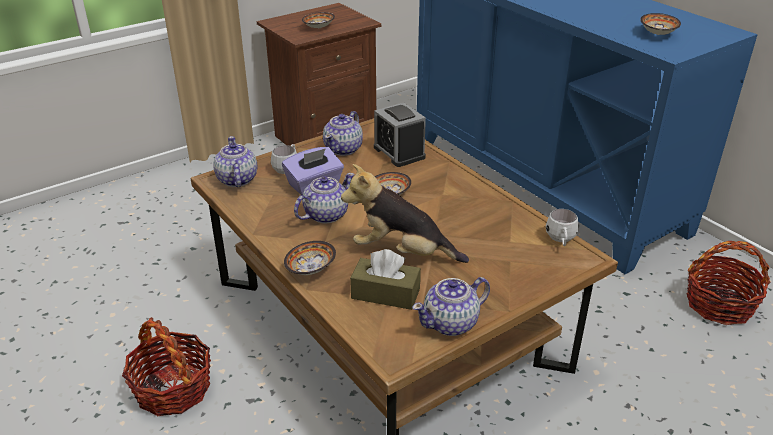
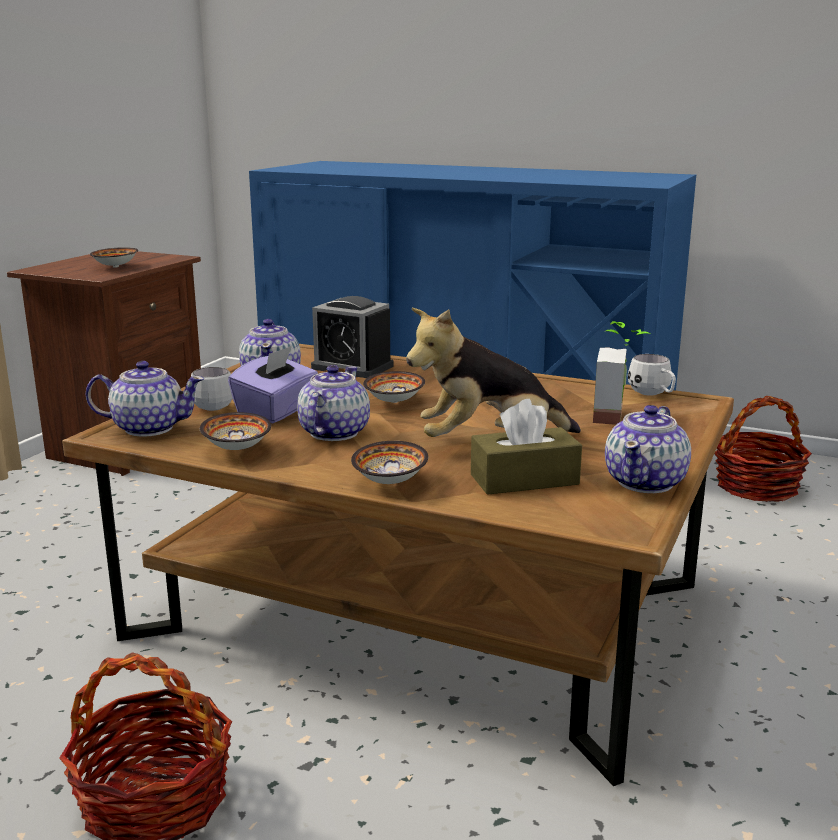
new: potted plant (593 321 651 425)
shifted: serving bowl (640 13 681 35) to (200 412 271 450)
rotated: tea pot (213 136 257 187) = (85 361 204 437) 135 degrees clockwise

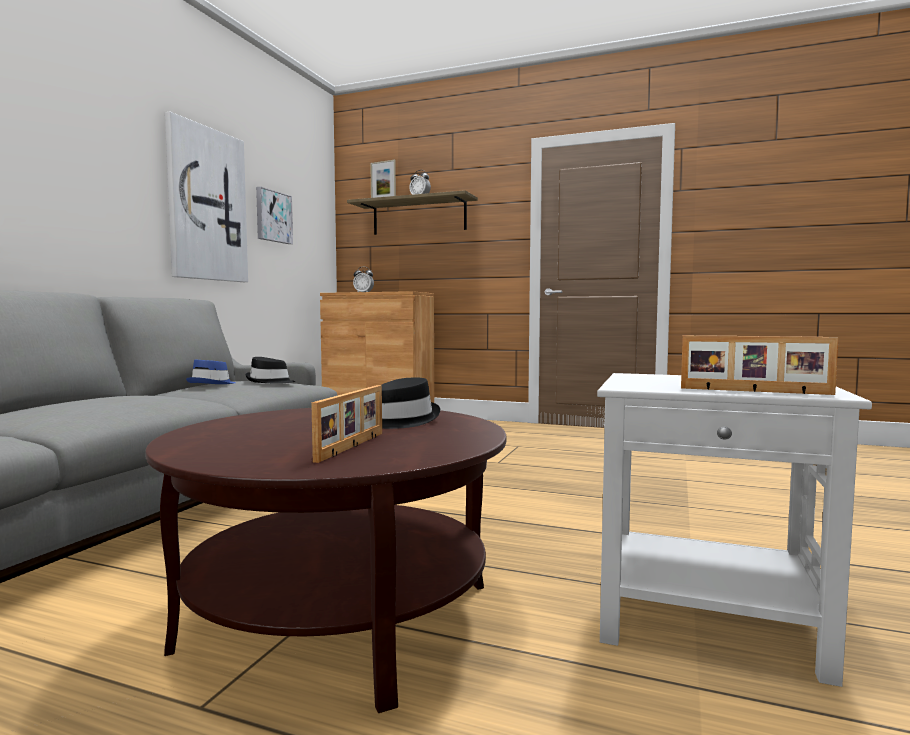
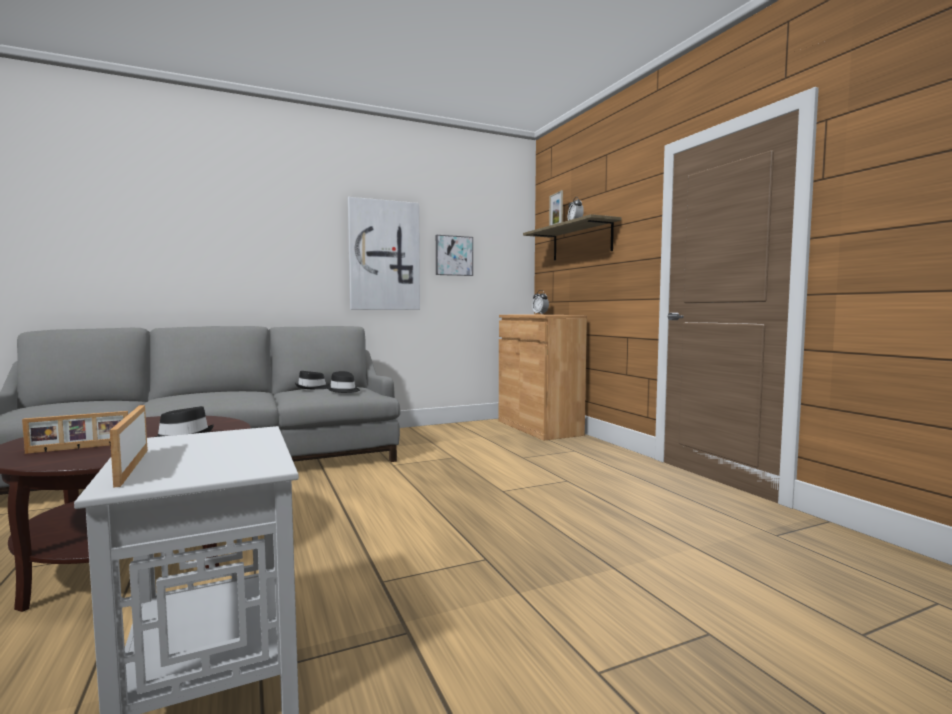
repainted: bluish hat (186 360 236 384) to black hat (295 371 327 389)

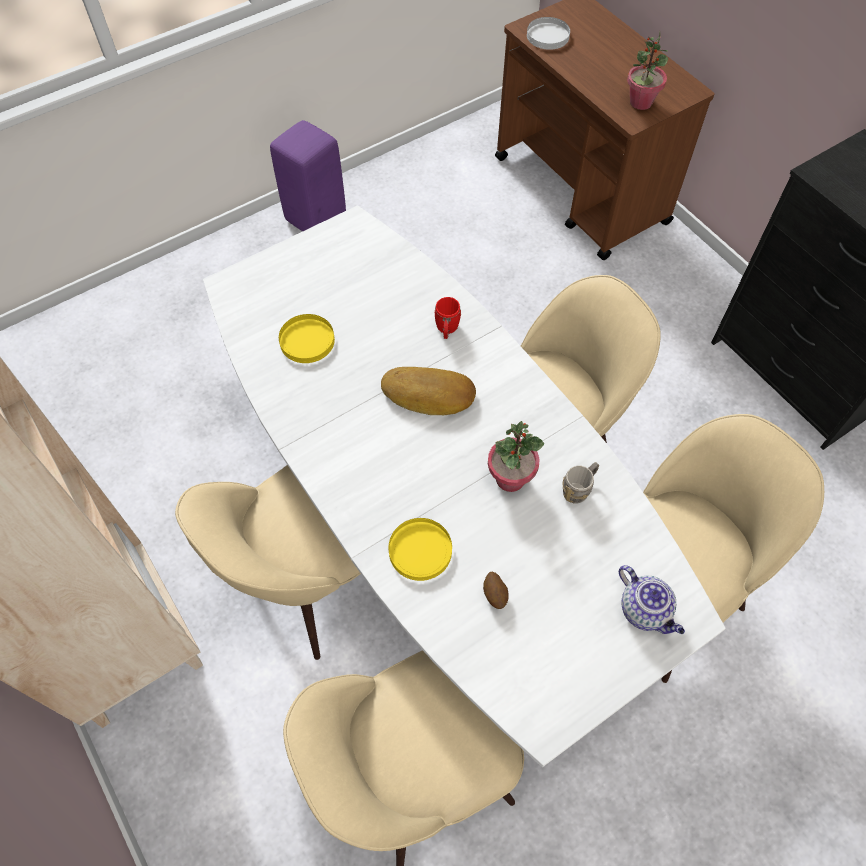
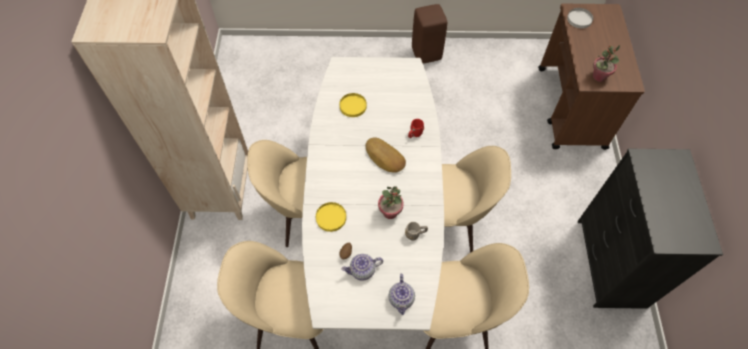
new: tea pot (341 254 383 281)
repainted: purple-coloured stool (270 120 346 232) to brown-coloured stool (412 4 447 64)

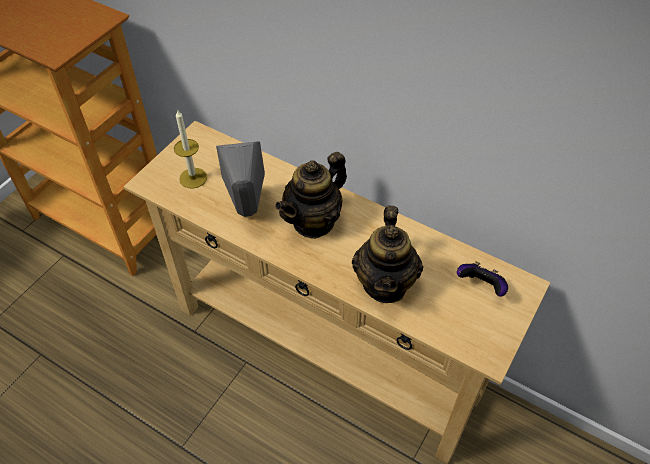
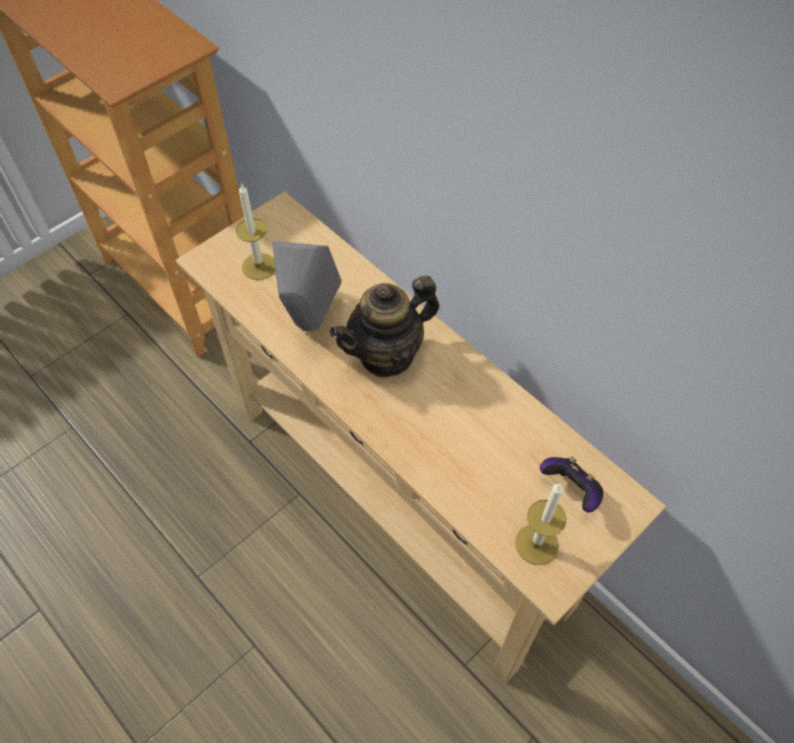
gone: tea pot (352 205 423 303)
new: candle (515 484 567 565)

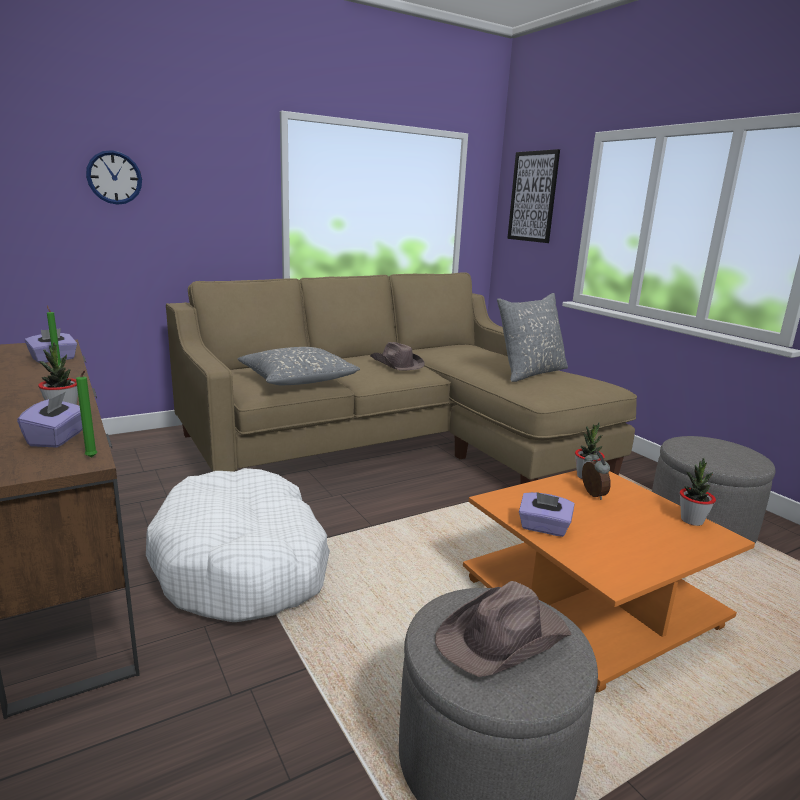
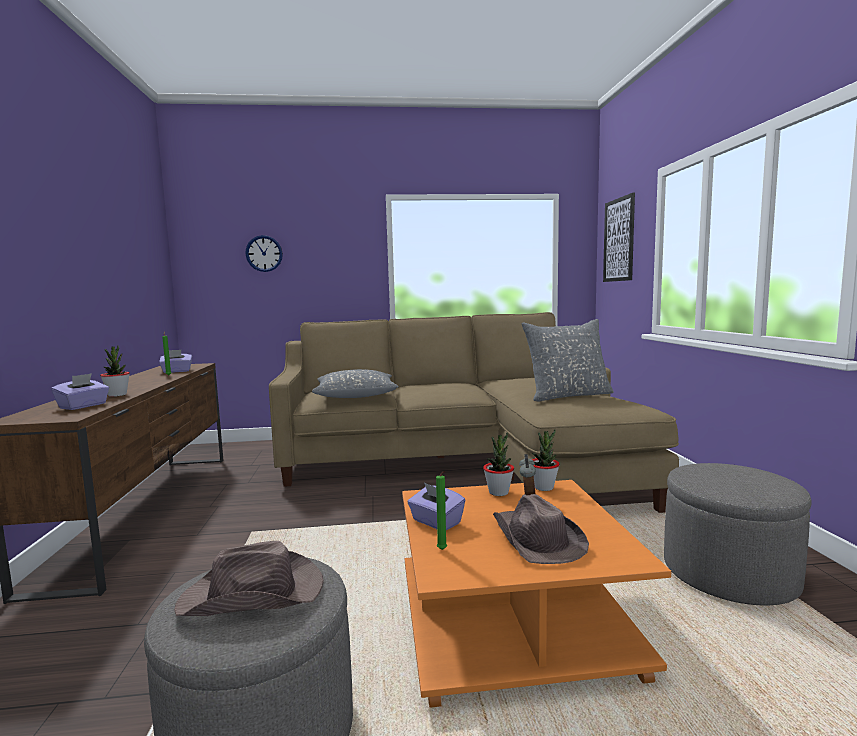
gone: white dog bed (146 468 330 622)
shifted: green candle (76 370 97 458) to (436 471 447 550); brown-coloured hat (370 342 425 370) to (493 494 589 564); potted plant (680 458 716 526) to (483 432 514 496)

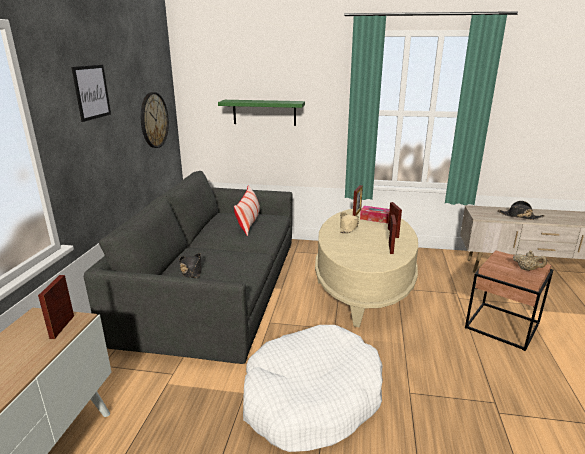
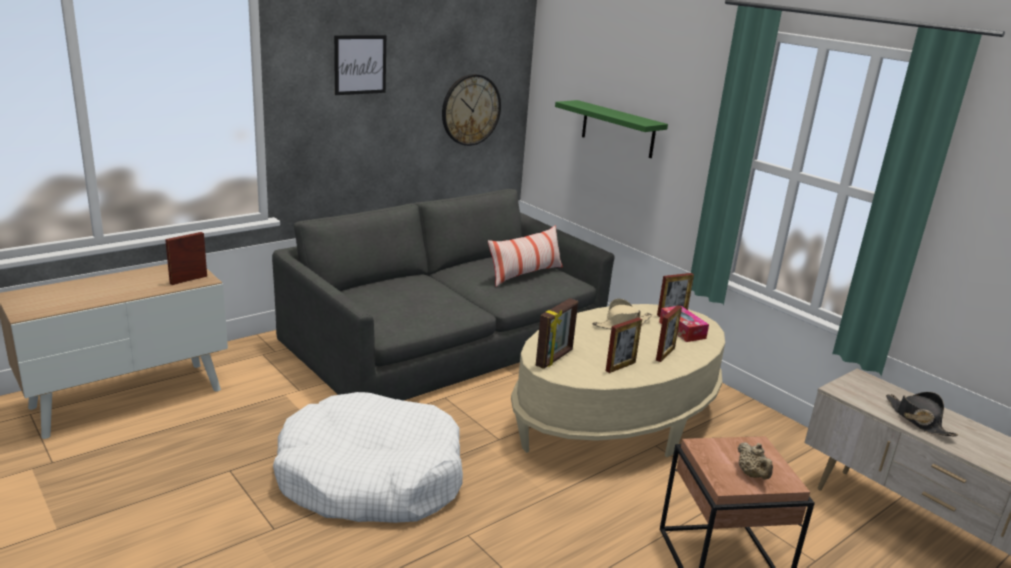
gone: black hat (179 253 202 278)
new: photo frame (536 298 578 369)

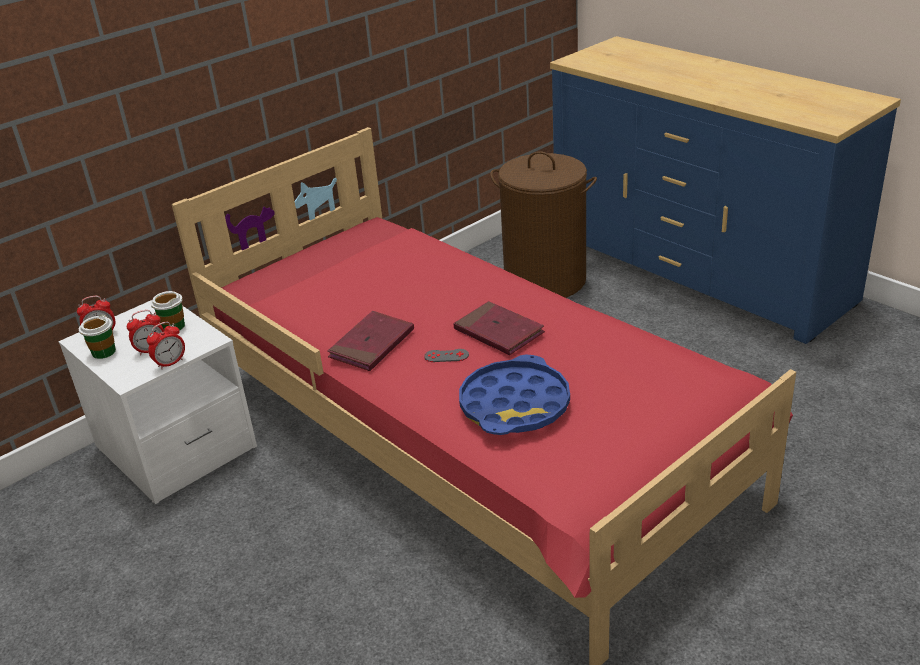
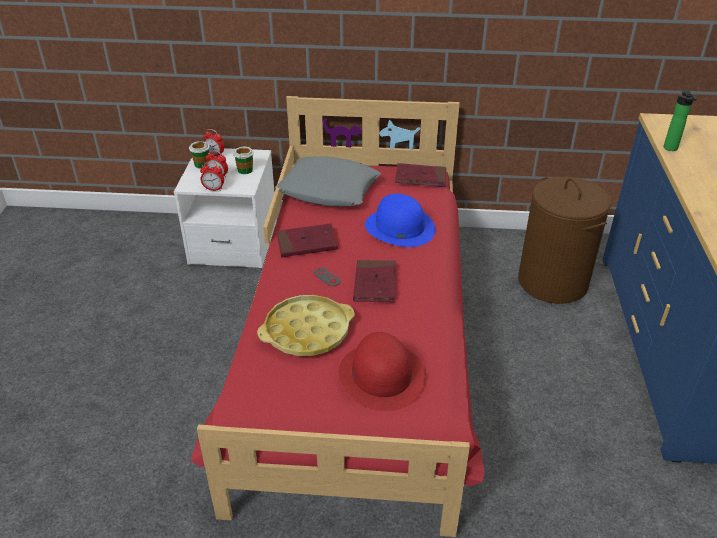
new: grey throw pillow (275 156 381 207); reddish hat (339 332 426 411); bluish hat (365 194 435 247); reddish volume (395 163 446 187); drink bottle (663 89 697 151)
repainted: bluish carrying tray (459 355 570 435) to yellowish carrying tray (257 295 355 356)

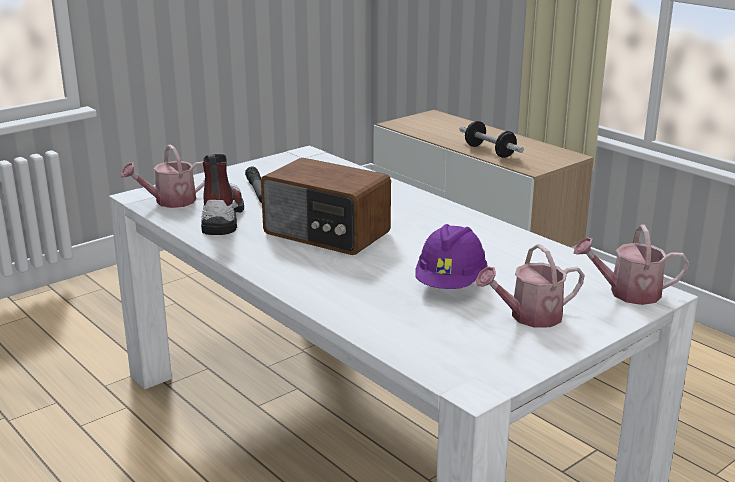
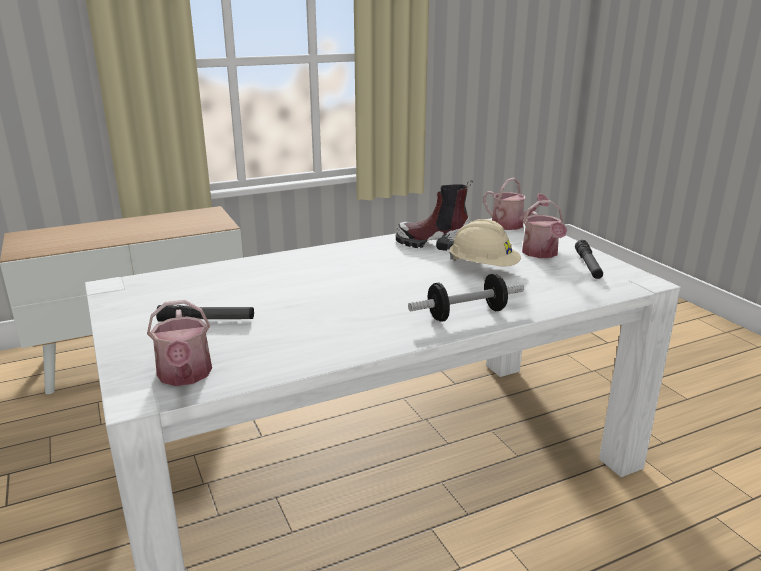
gone: radio receiver (261 158 391 255)
new: hand torch (575 240 603 279)
shifted: boot (201 154 244 235) to (396 180 473 251); free weight (459 121 524 158) to (408 274 524 322)
repainted: purple-coloured hard hat (415 224 488 289) to sand-coloured hard hat (449 219 521 267)
rotated: watering pot (573 225 690 305) = (483 178 549 230) 60 degrees counterclockwise

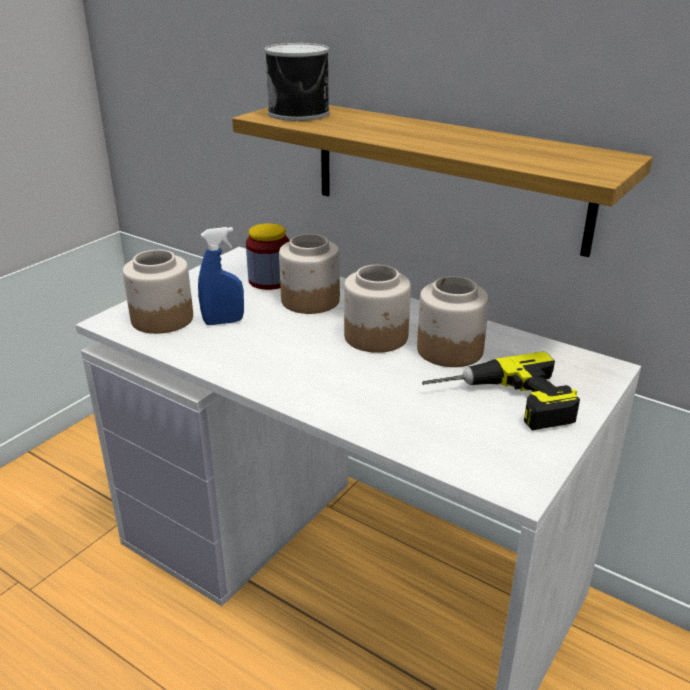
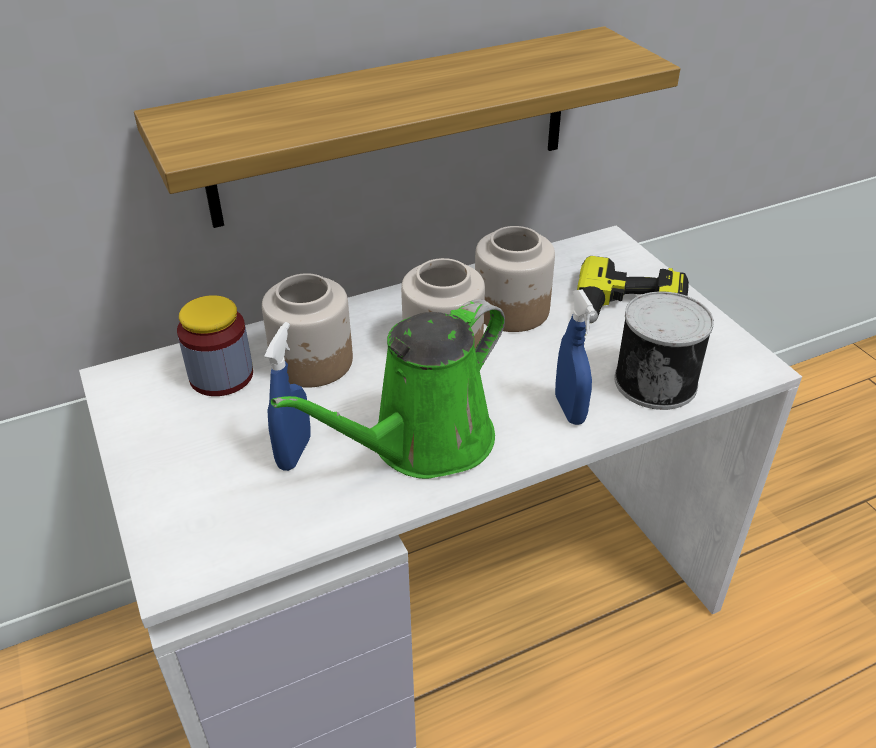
gone: jar (123 250 193 334)
new: green watering pot (271 299 505 479); bluish hand sprayer (555 289 596 425)
shifted: sealed can (265 43 330 121) to (614 291 714 410)

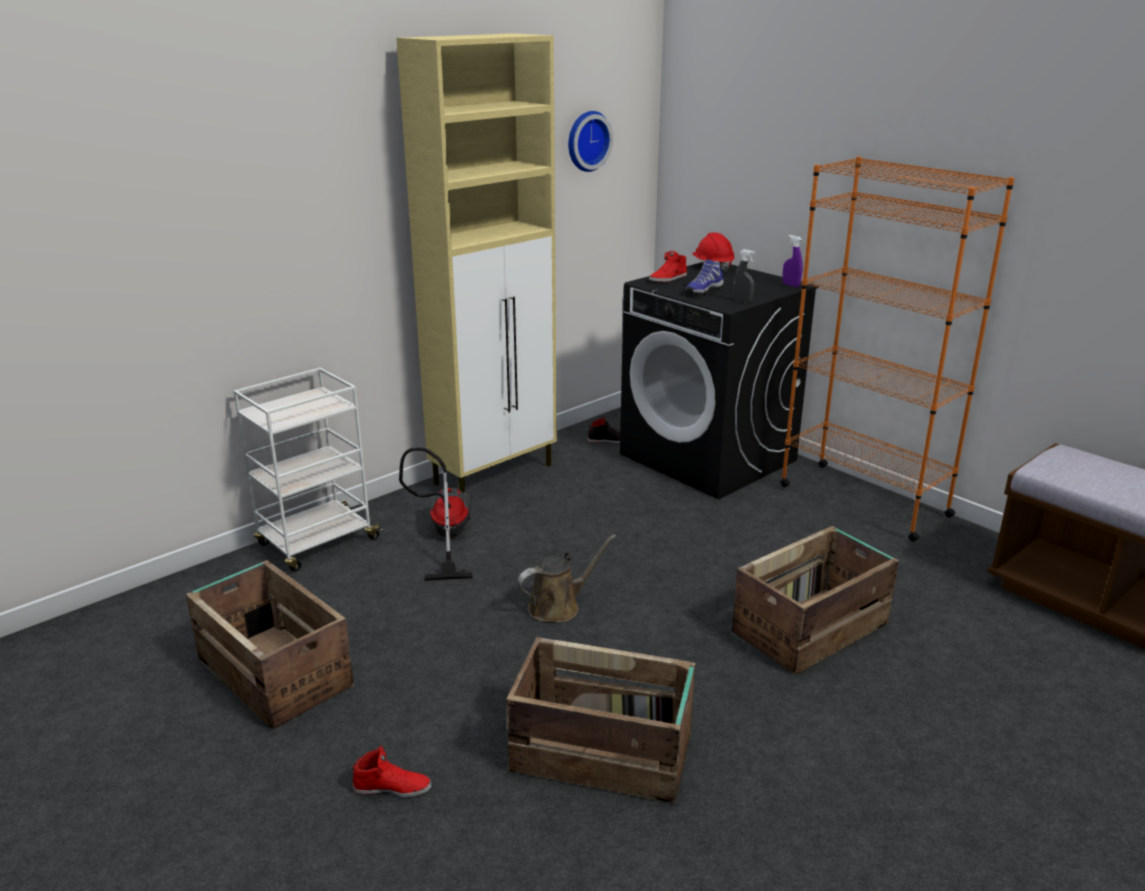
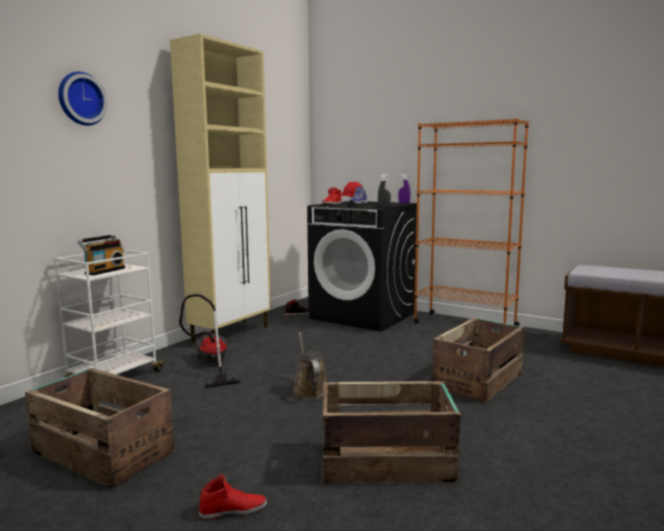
new: radio receiver (77 234 125 275)
shifted: wall clock (568 111 613 172) to (58 72 108 126)
rotated: brown-coloured watering pot (517 534 616 622) = (293 332 327 399) 60 degrees counterclockwise

